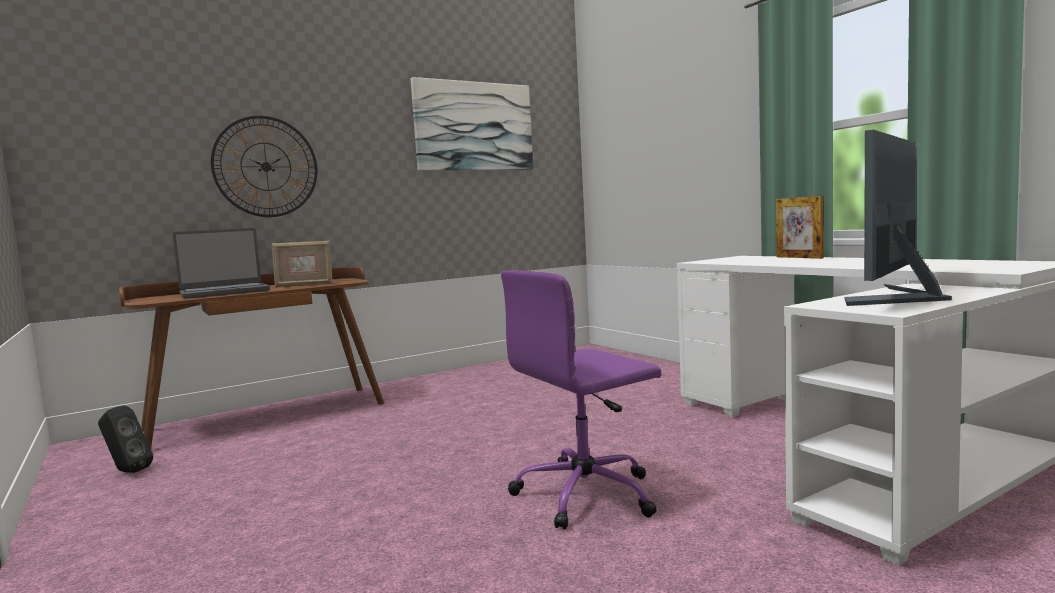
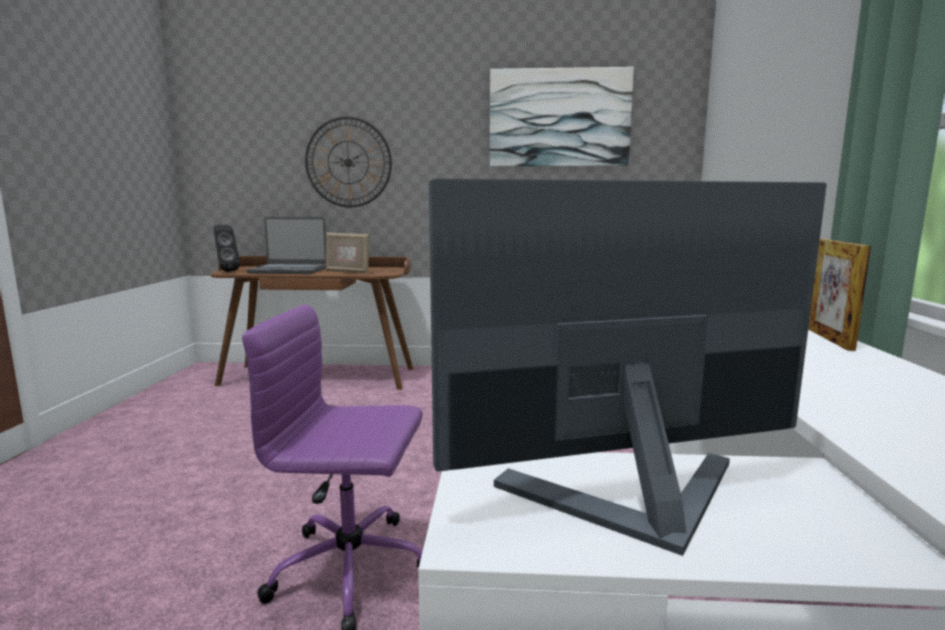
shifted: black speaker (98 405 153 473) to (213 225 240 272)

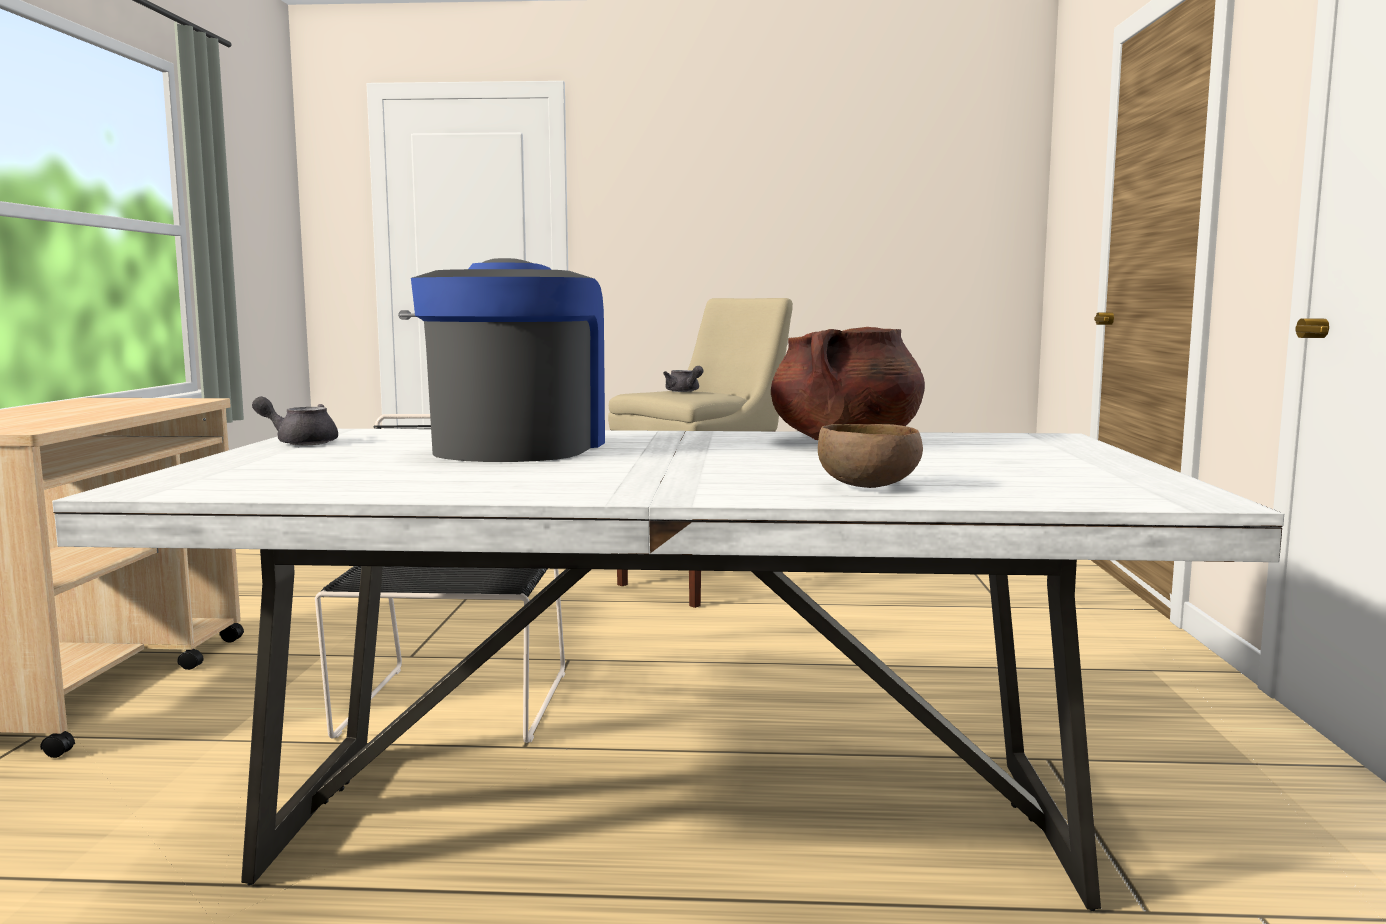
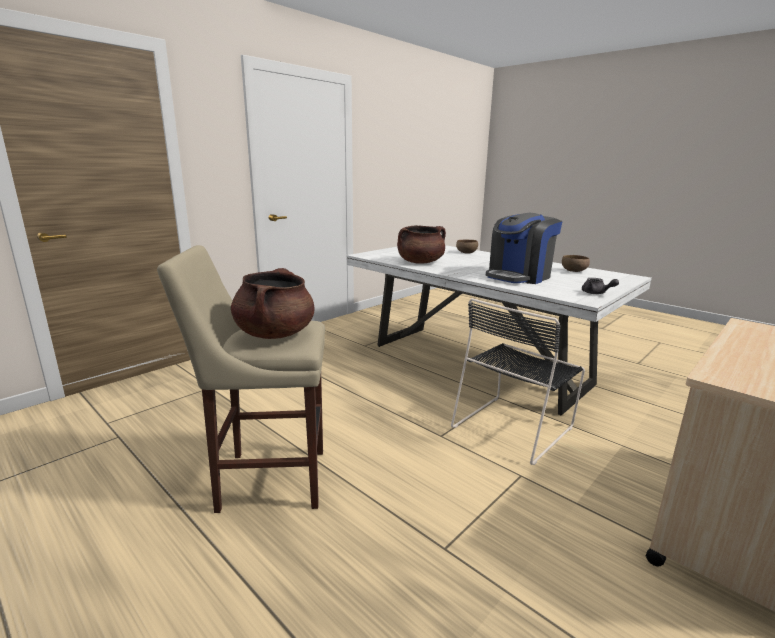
new: brown-coloured serving bowl (562 255 590 272)
swapped: grey tea pot (663 366 703 392) to brown-coloured saucepot (231 268 314 339)

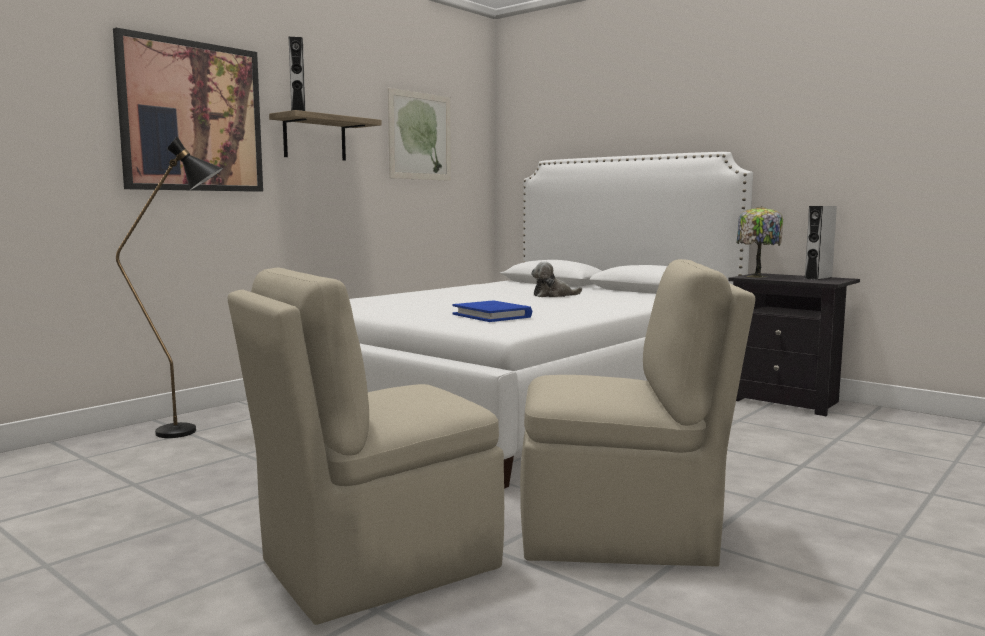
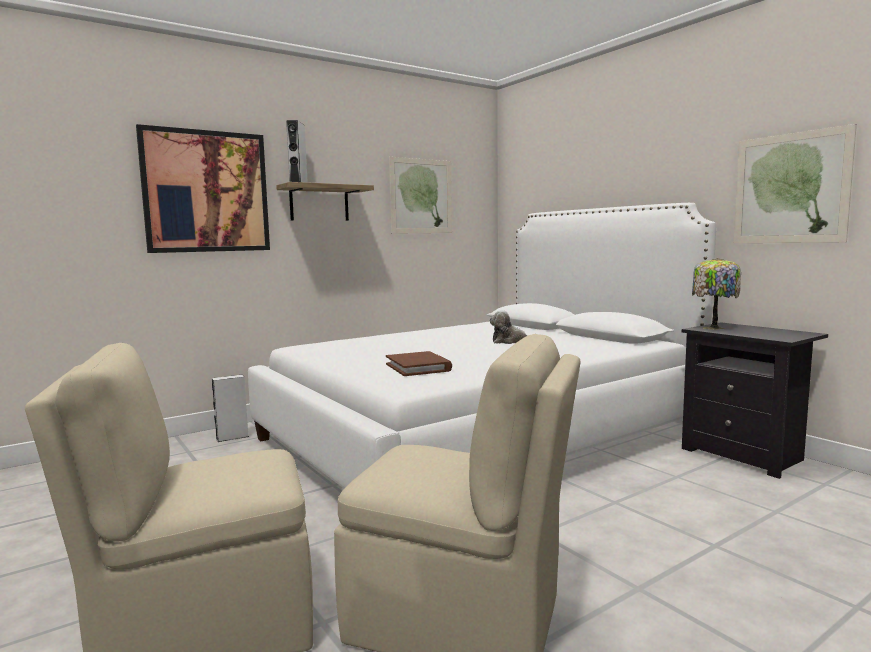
gone: black standing lamp (116 137 223 438)
new: wall art (733 124 857 243)
shifted: grey speaker (805 206 837 280) to (212 375 249 442)
repainted: bluish volume (452 301 532 322) to brown-coloured volume (386 351 452 376)

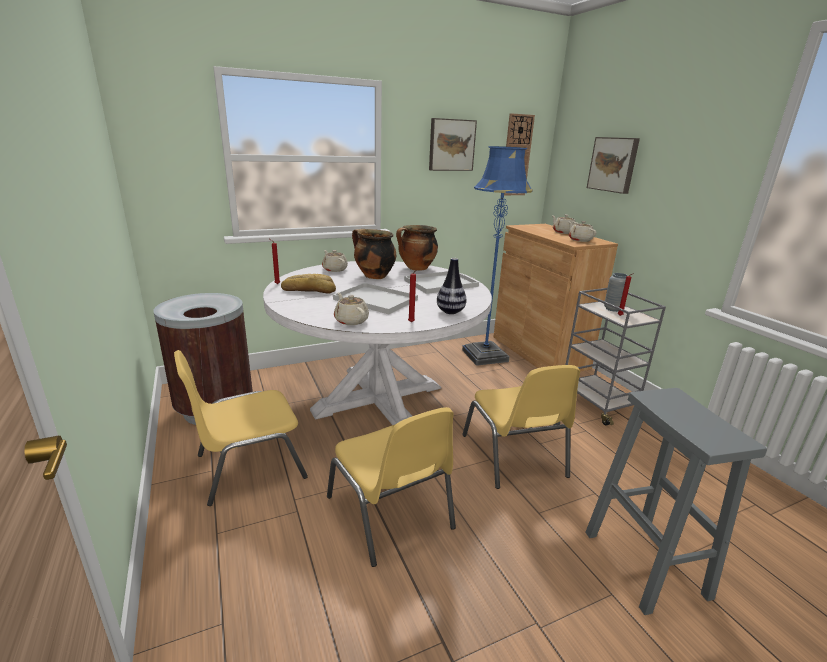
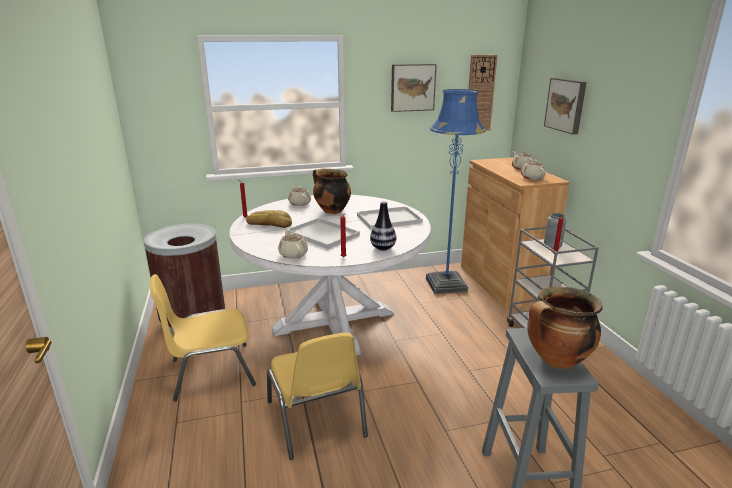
gone: yellowish plain chair (462 365 580 489)
shifted: saucepot (396 225 438 270) to (527 286 603 369)

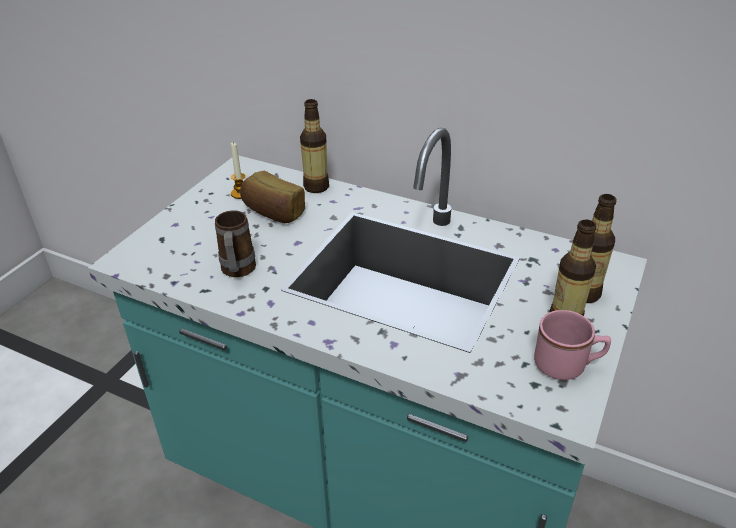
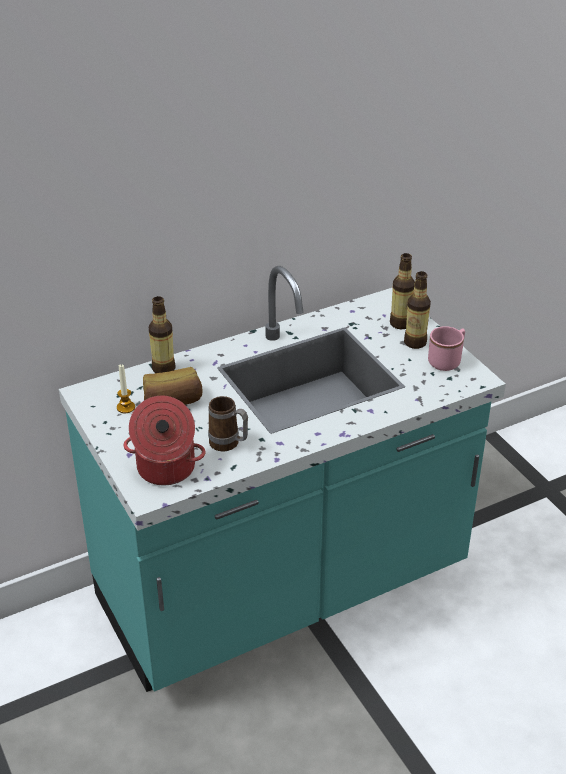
new: saucepot (124 395 205 485)

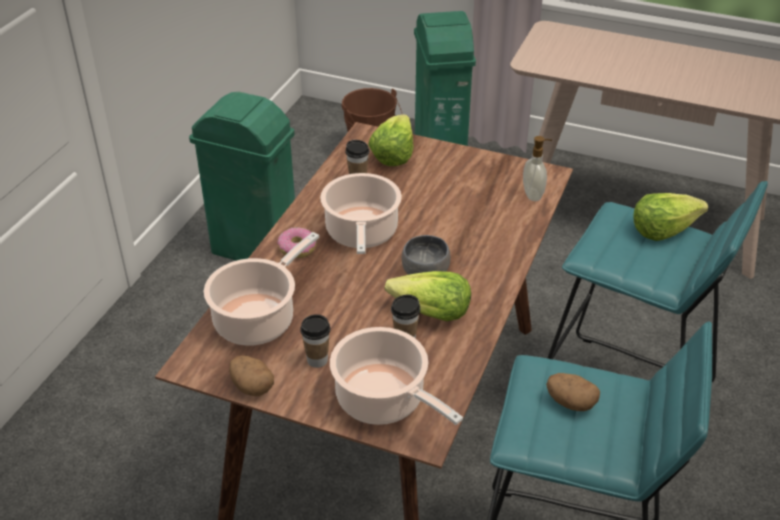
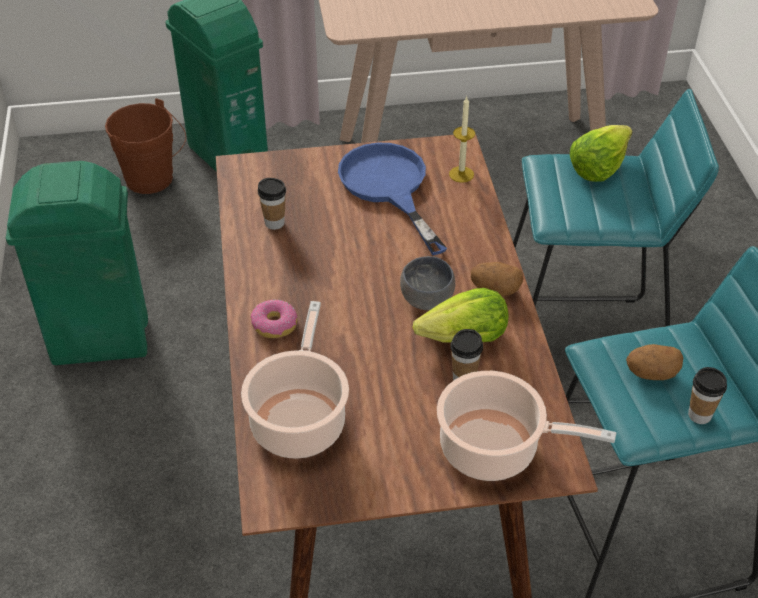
gone: saucepot (320 173 402 254); head of lettuce (368 114 414 166)
new: bluish pan (338 143 447 255)
shifted: potato (229 355 274 396) to (471 262 524 296); small cup (300 314 330 368) to (688 367 727 424)
swapped: soap bottle (523 136 552 201) to candle (449 97 475 183)

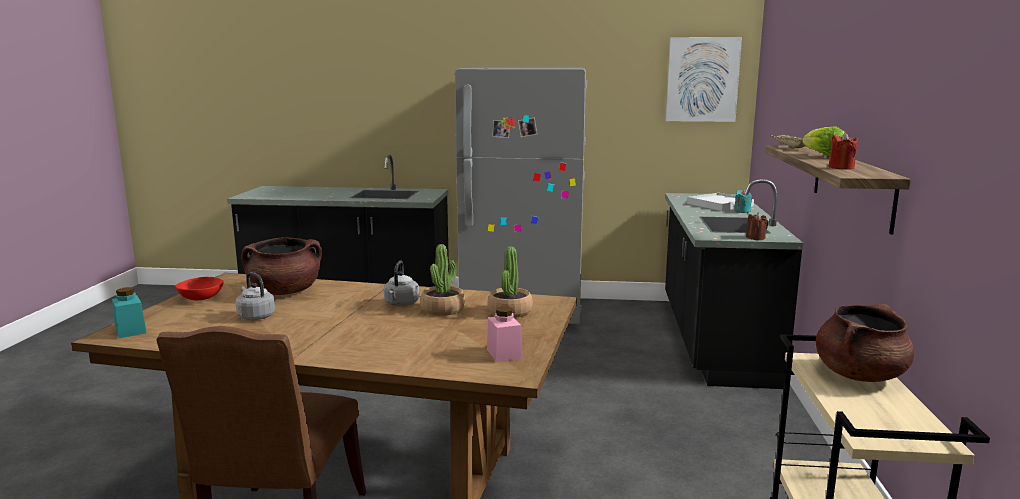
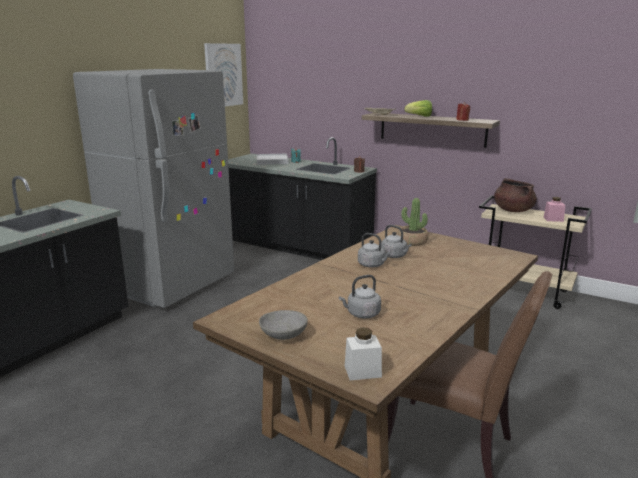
gone: brown-coloured saucepot (242 237 322 295)
shifted: pinkish jar (487 306 522 362) to (544 197 565 222)
swapped: potted plant (420 244 465 316) to grey kettle (381 225 412 258)
repainted: turquoise-coloured jar (112 287 147 338) to white jar (345 327 382 380); reddish serving bowl (175 277 224 300) to grey serving bowl (259 310 308 340)

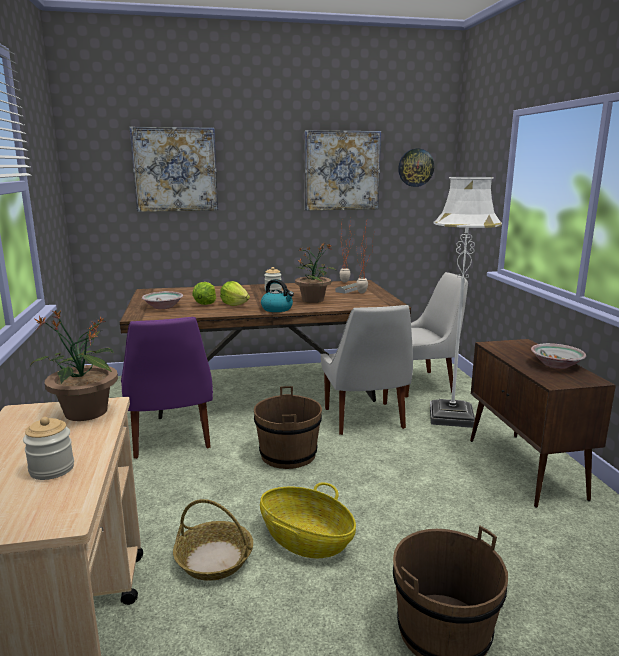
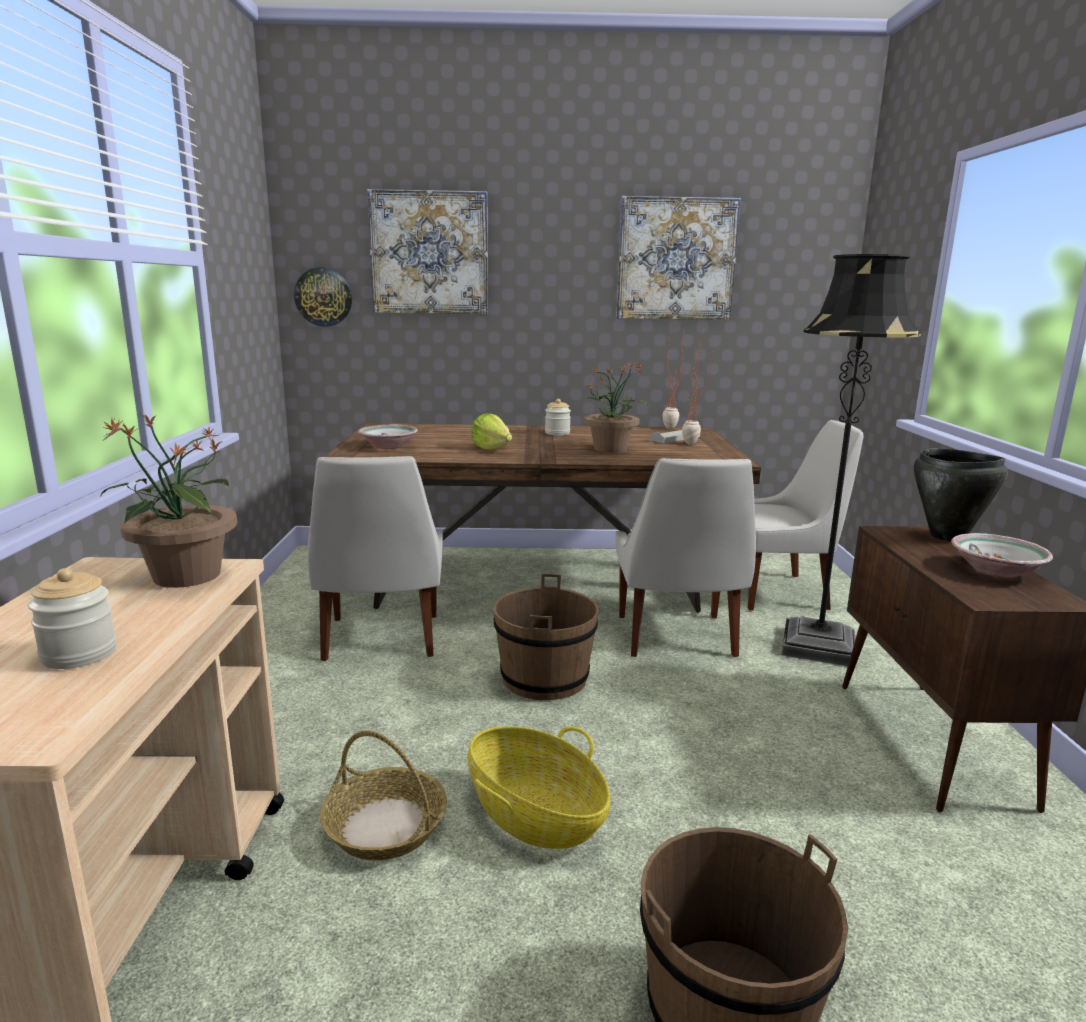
gone: head of lettuce (192 282 216 305); kettle (261 279 294 312)
new: black saucepot (914 448 1008 541)
shifted: wall clock (398 149 434 187) to (294 268 352 327)
repainted: purple-coloured plain chair (121 317 213 459) to white plain chair (308 456 443 661); white standing lamp (430 177 502 428) to black standing lamp (782 254 921 666)

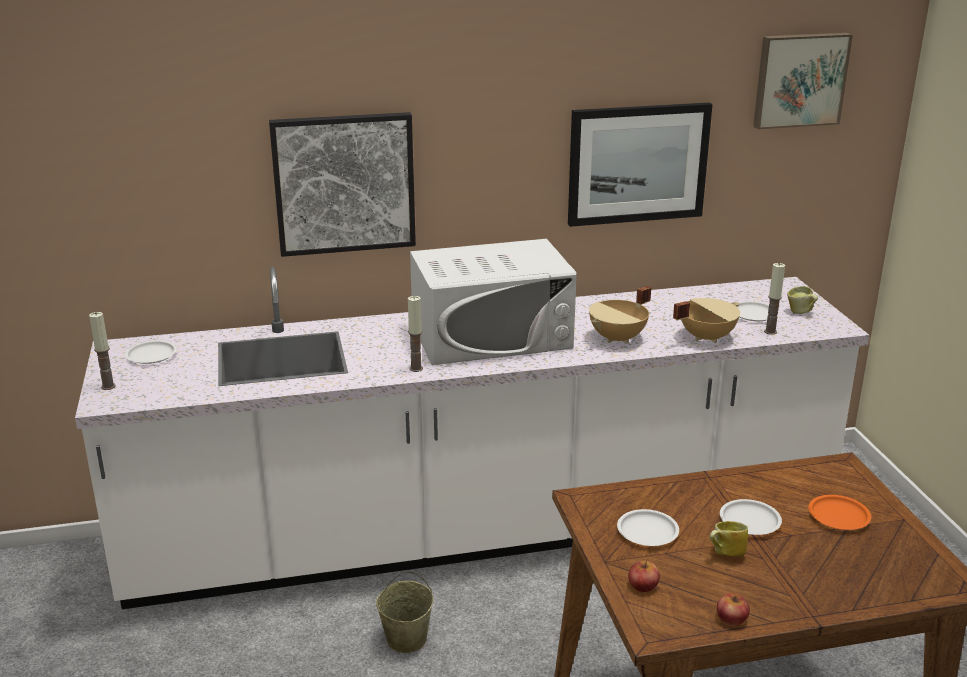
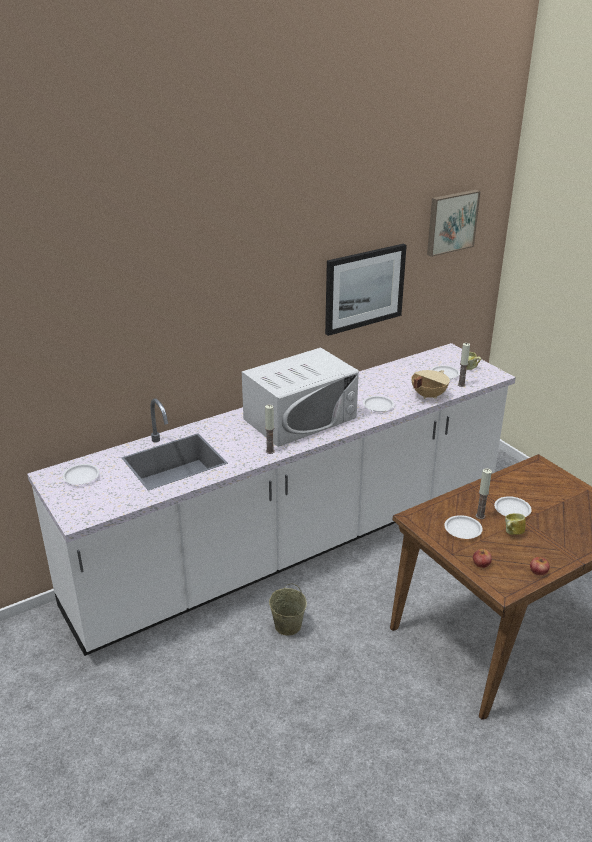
gone: wall art (269 112 416 257); orange-coloured flat dish (808 495 871 530)
shifted: candle (89 312 116 390) to (476 468 492 519)
swapped: sand-coloured saucepot (589 286 651 344) to white flat dish (363 396 394 412)

